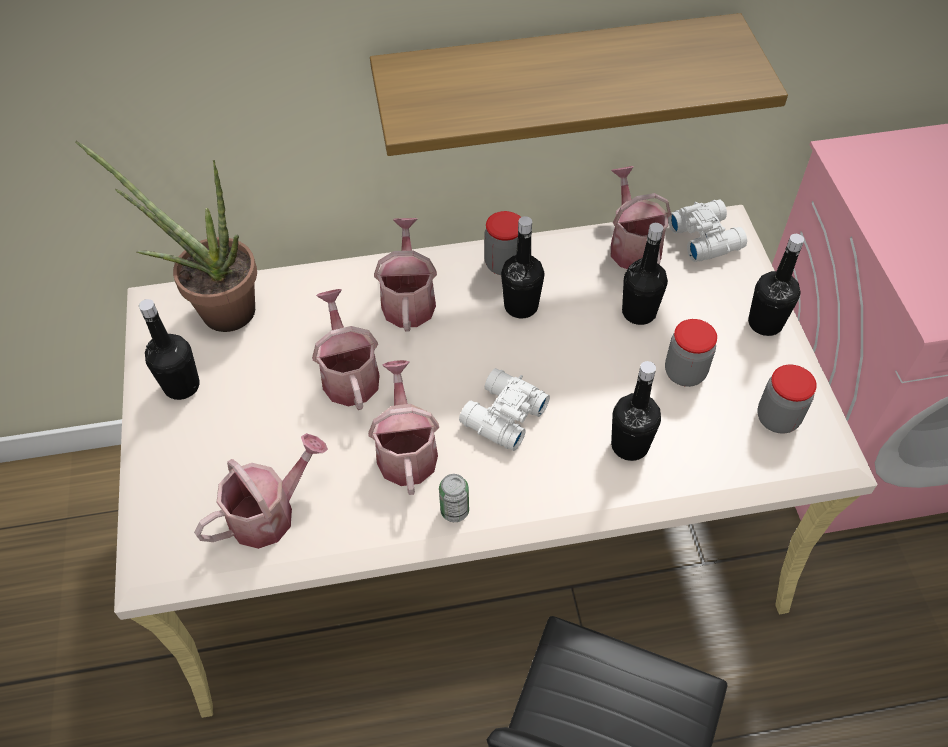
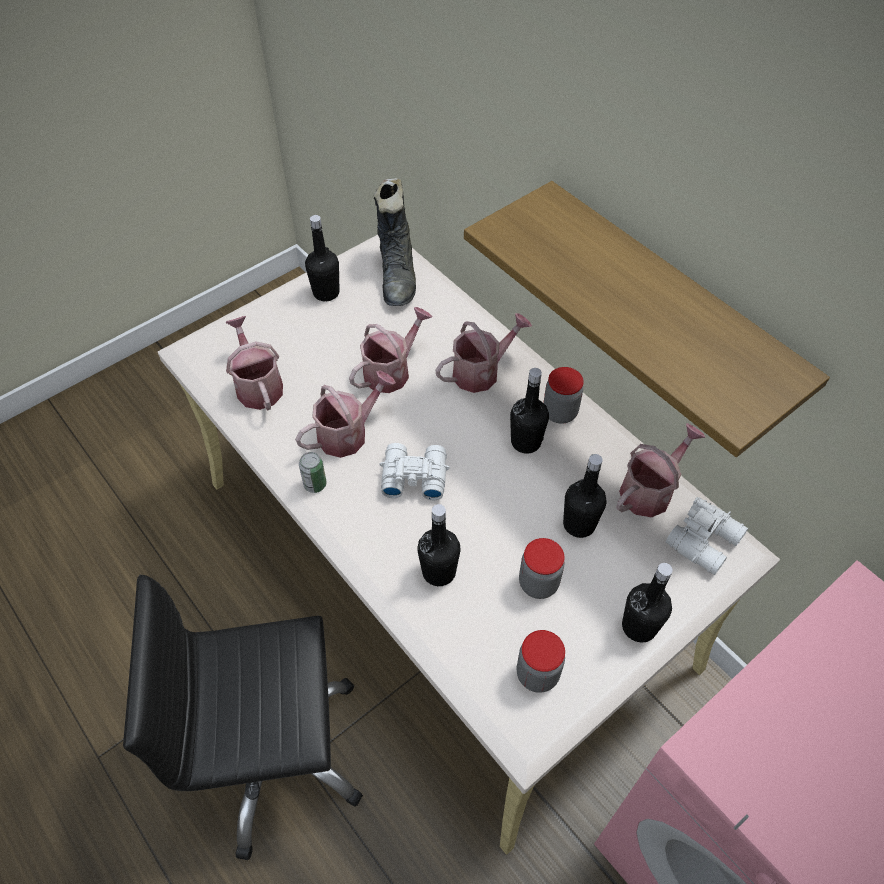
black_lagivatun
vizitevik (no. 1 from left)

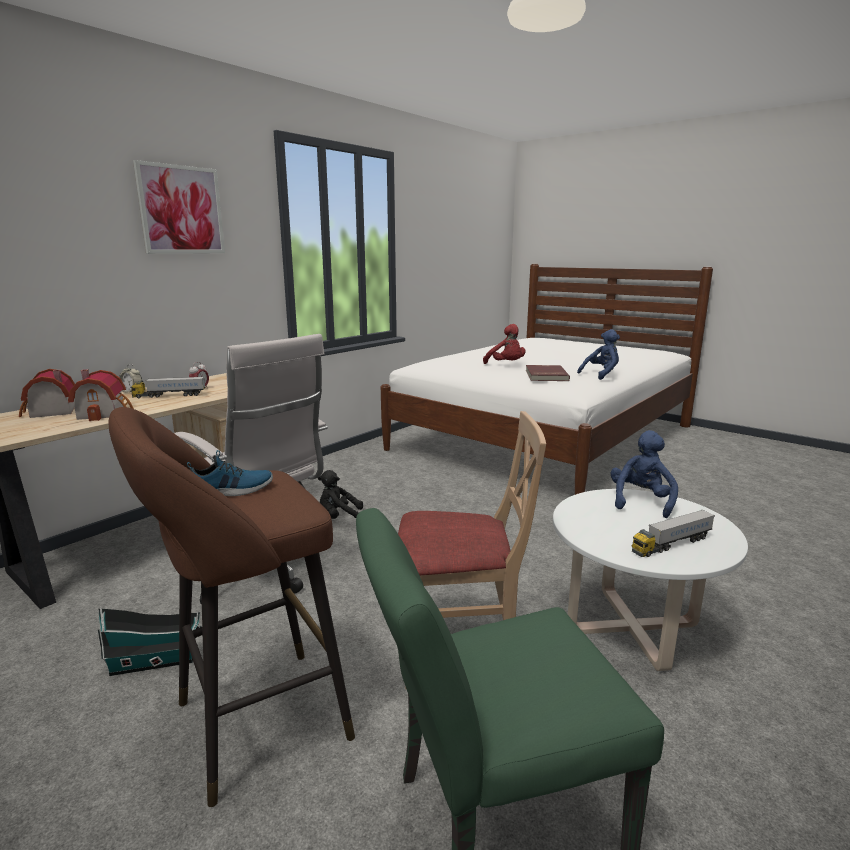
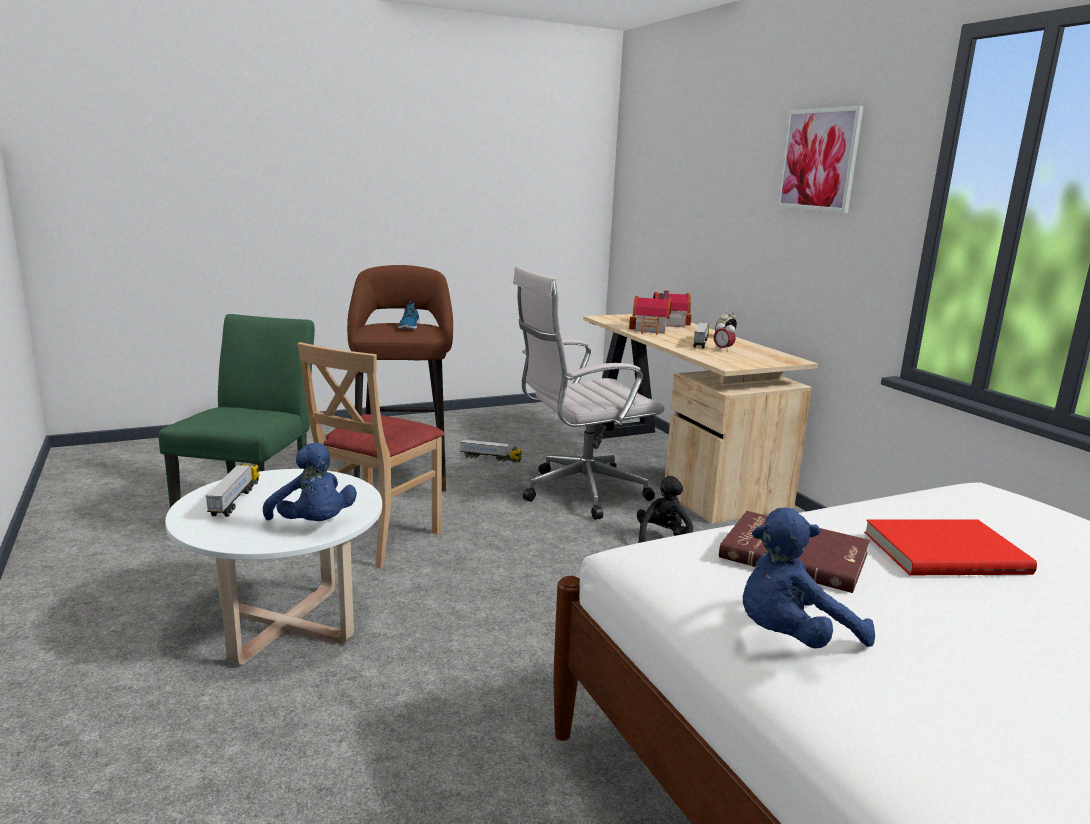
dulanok (no. 2 from left)
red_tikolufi (no. 2 from left)
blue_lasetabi (no. 2 from left)

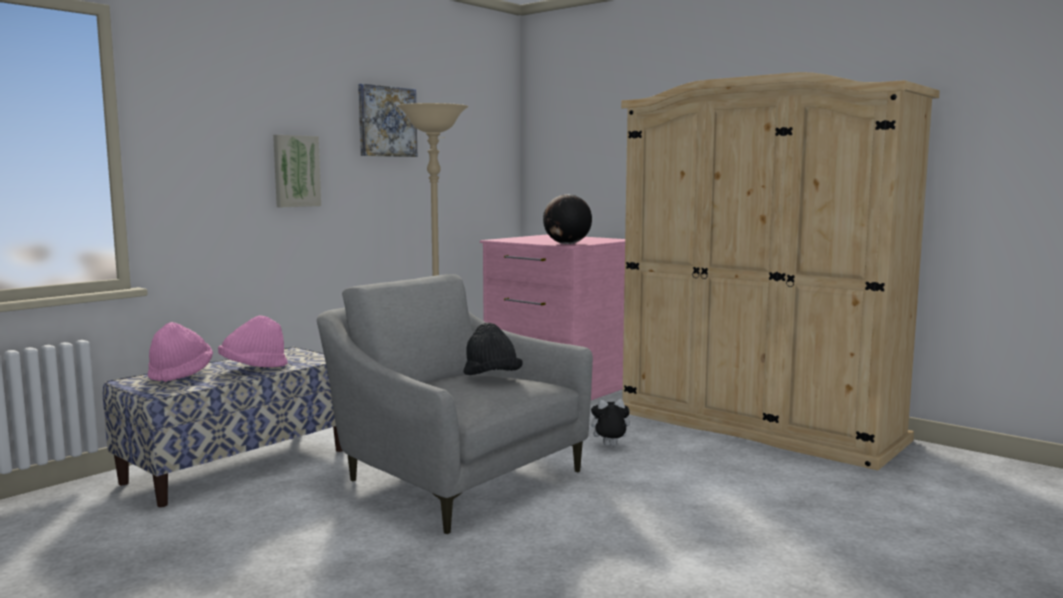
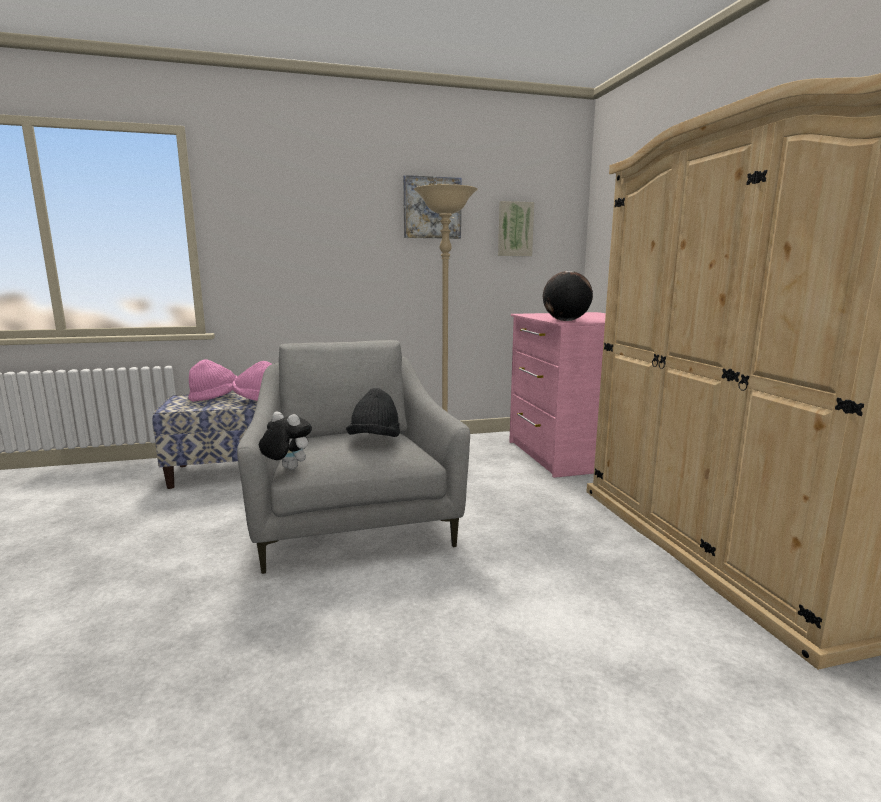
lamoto (no. 2 from left)
lasetabi

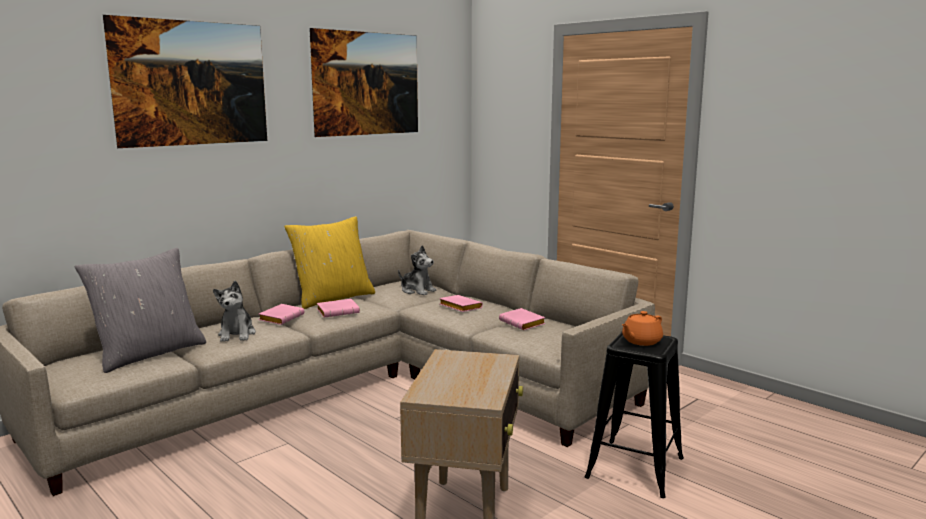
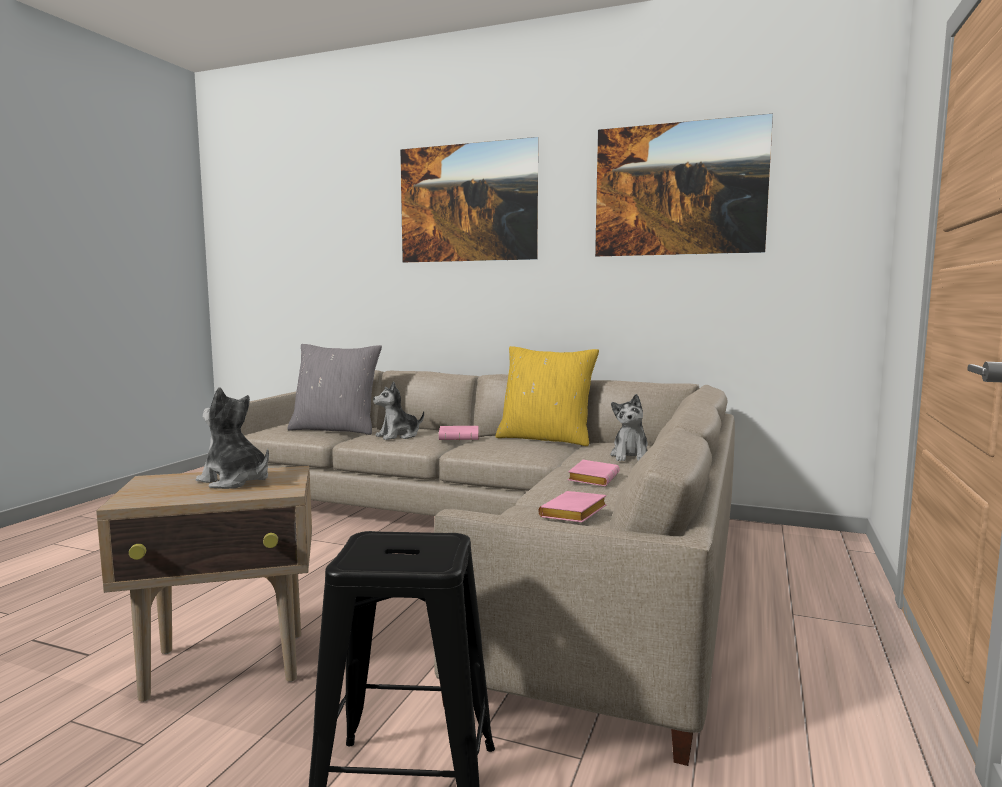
pink_tikolufi (no. 2 from left in the first image)
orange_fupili
lasetabi (no. 1 from left)

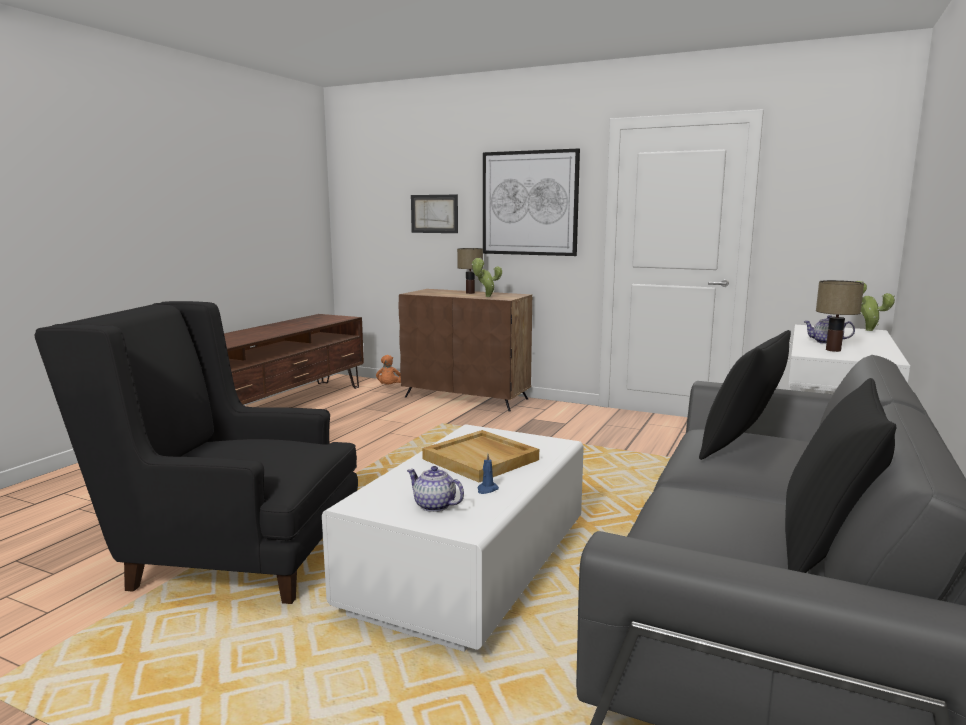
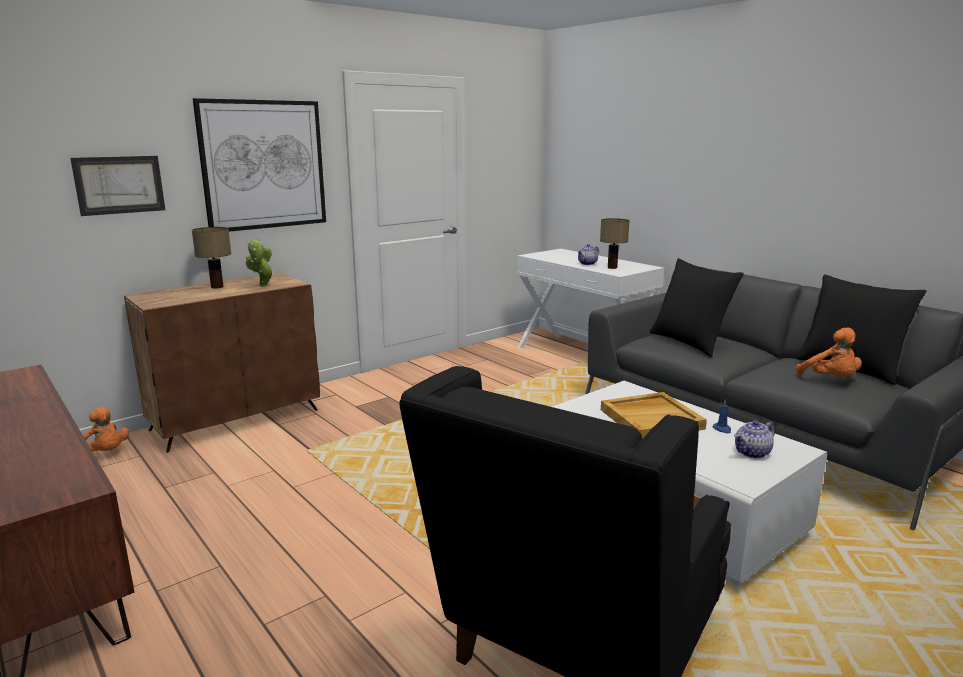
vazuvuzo (no. 2 from left in the first image)
orange_lasetabi (no. 2 from left)

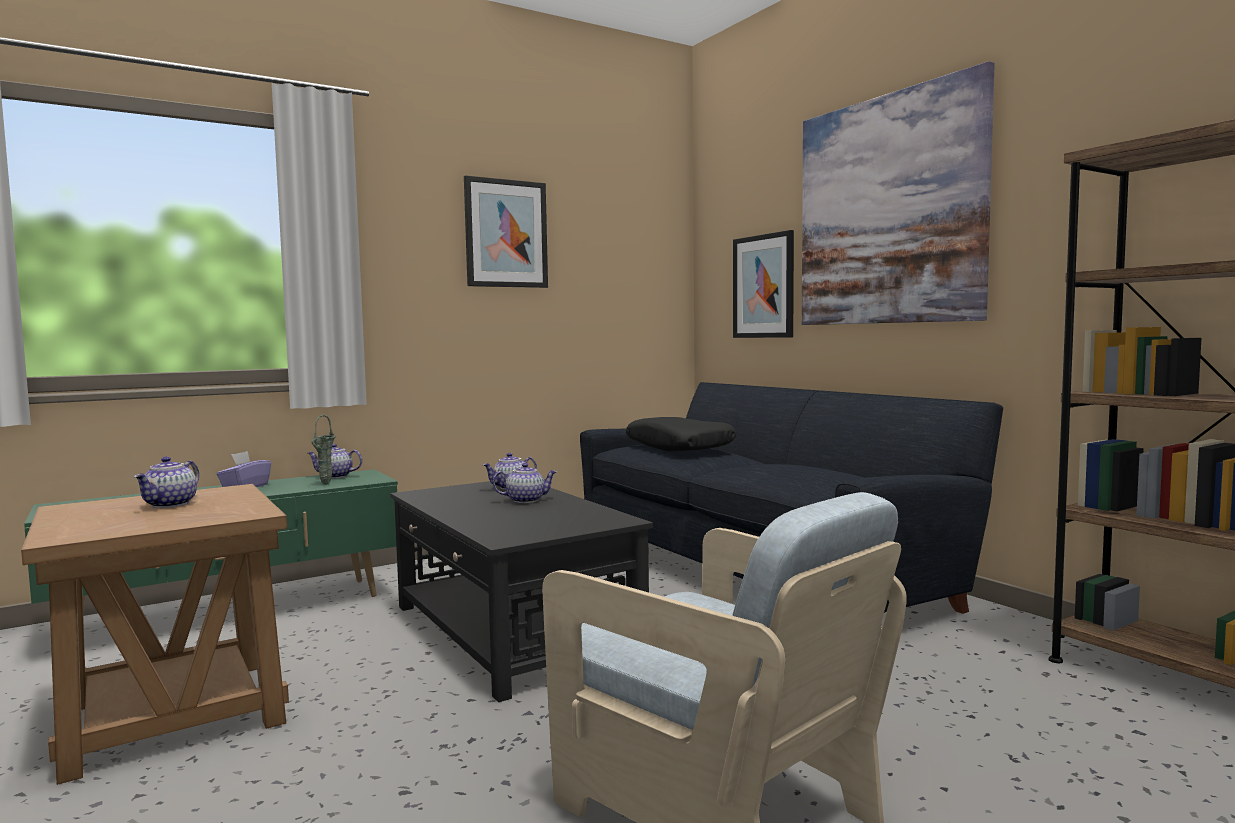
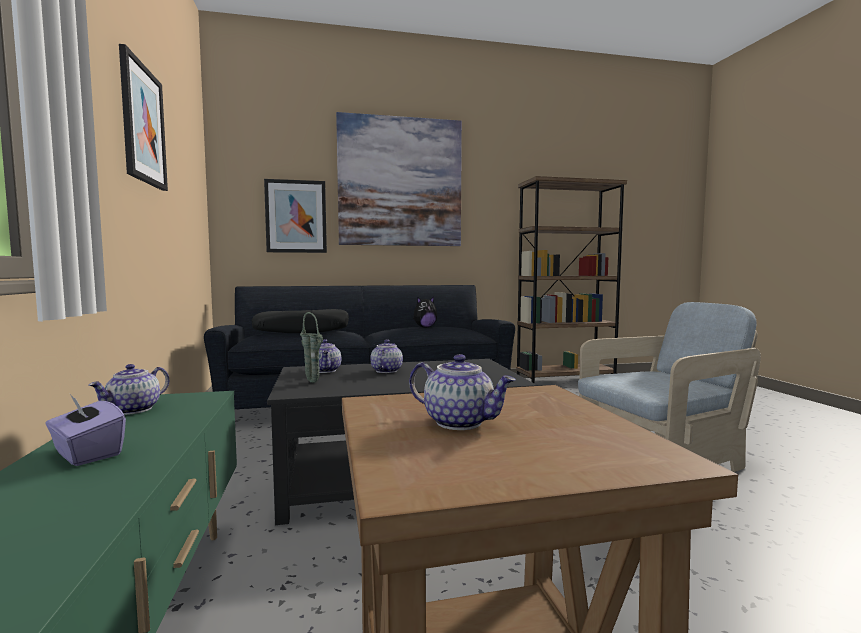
lasetabi
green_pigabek

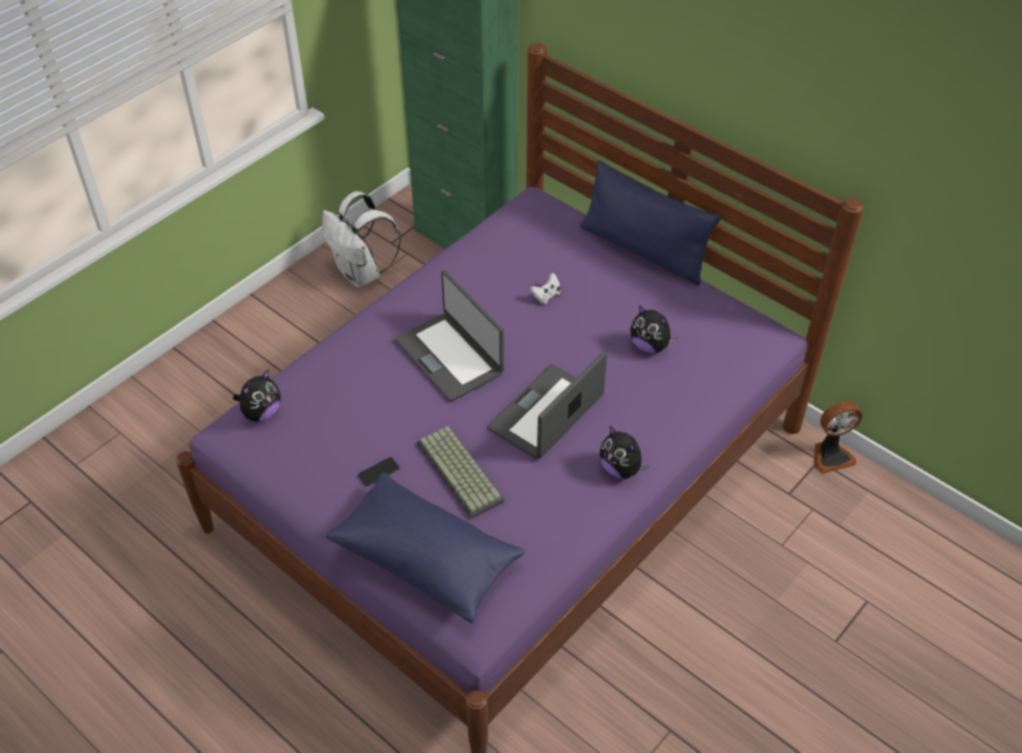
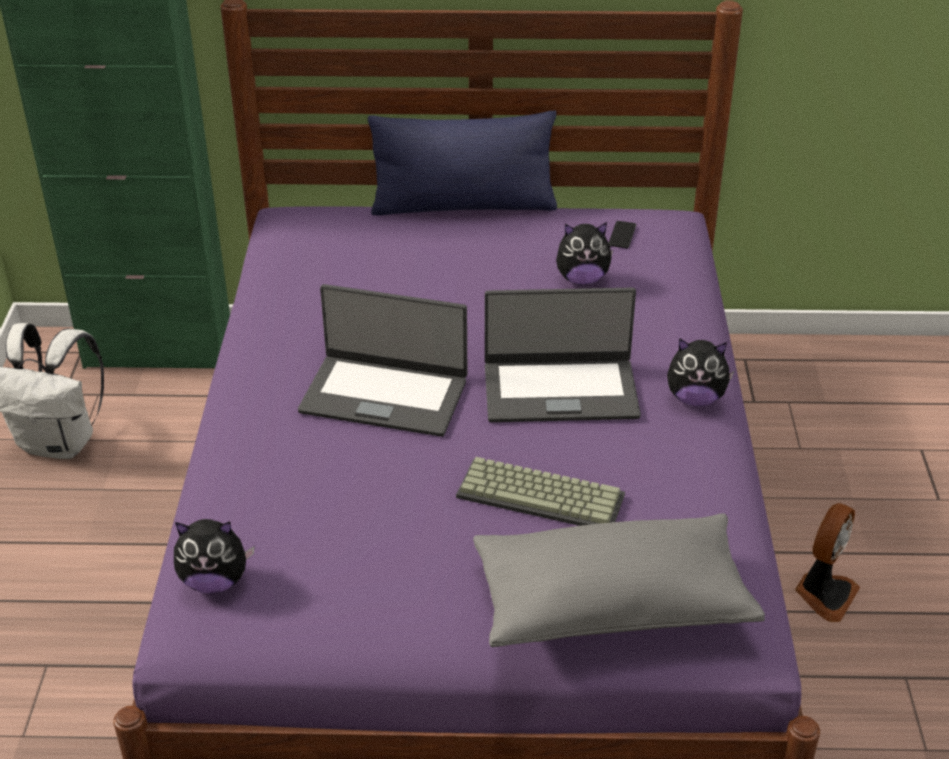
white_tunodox
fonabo
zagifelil
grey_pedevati
lasetabi (no. 1 from left)
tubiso (no. 2 from left)

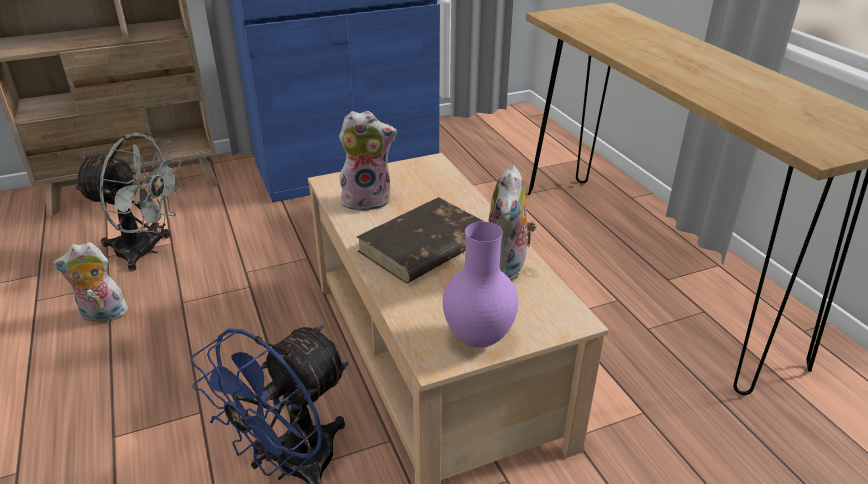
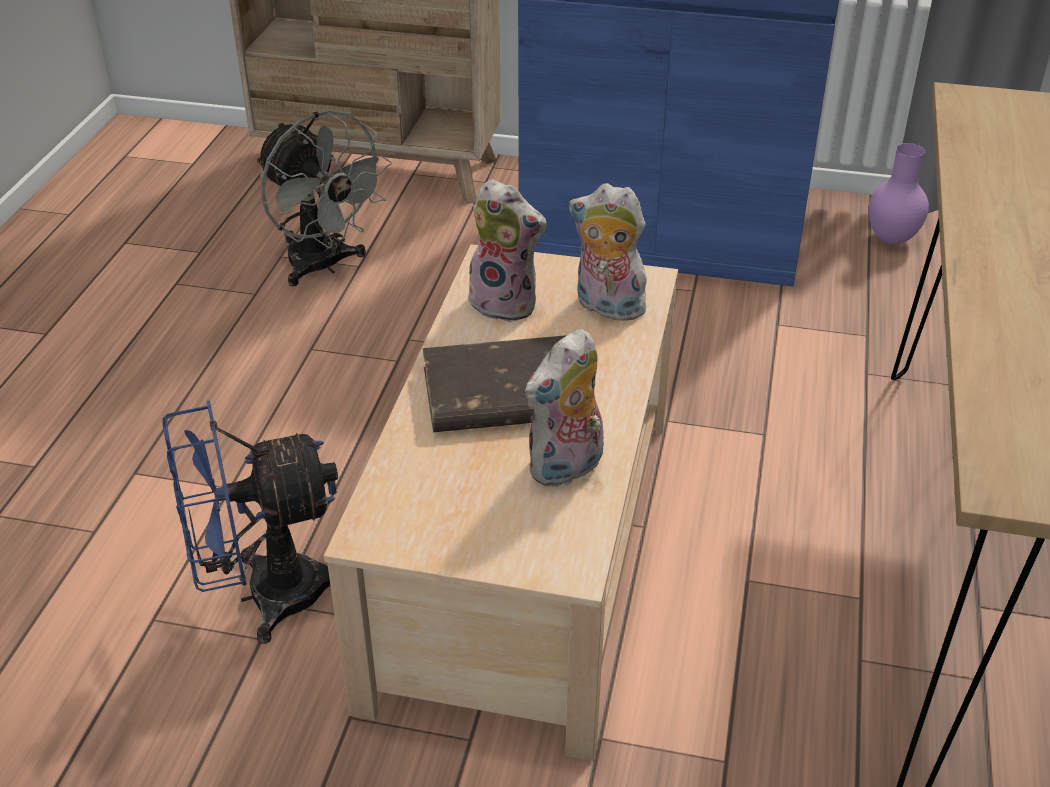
lasetabi (no. 3 from left)
purple_pigabek

